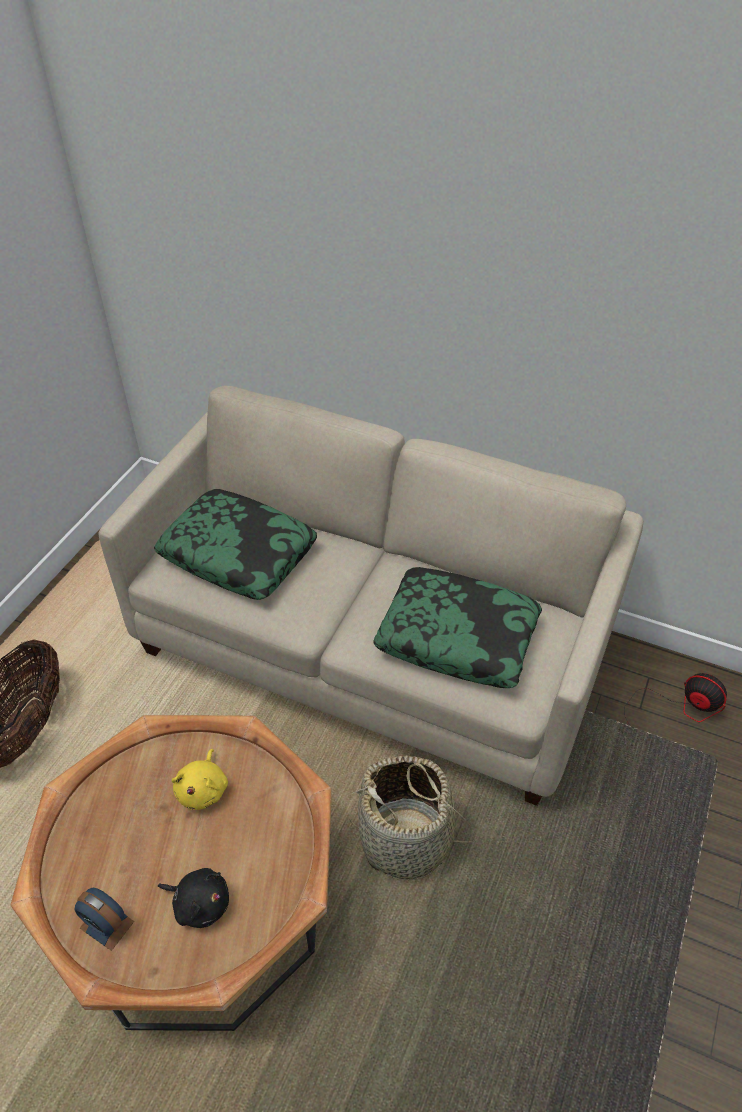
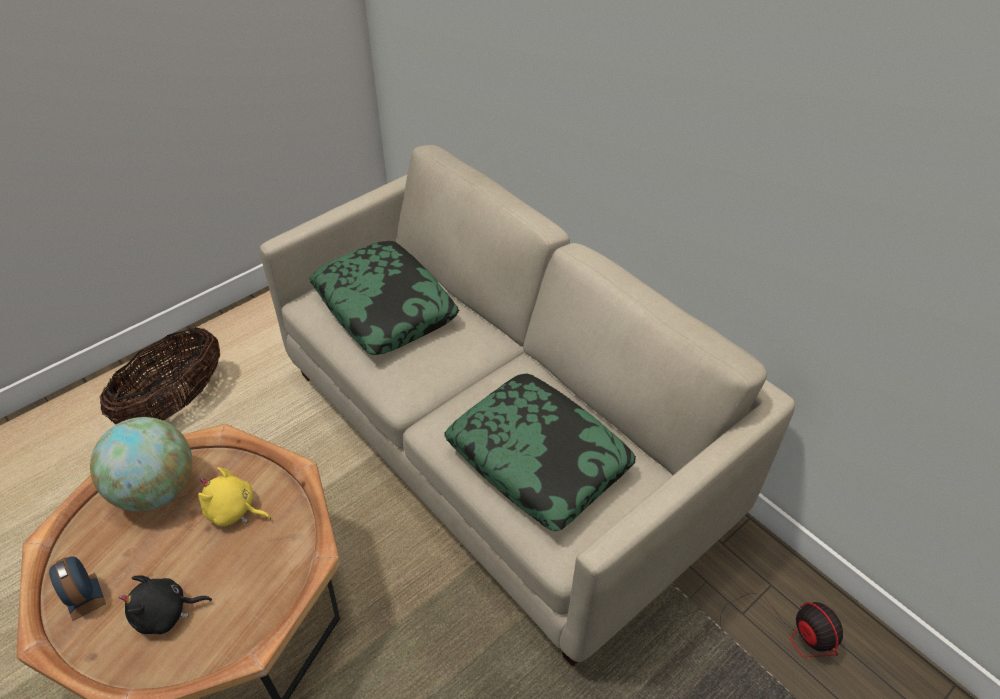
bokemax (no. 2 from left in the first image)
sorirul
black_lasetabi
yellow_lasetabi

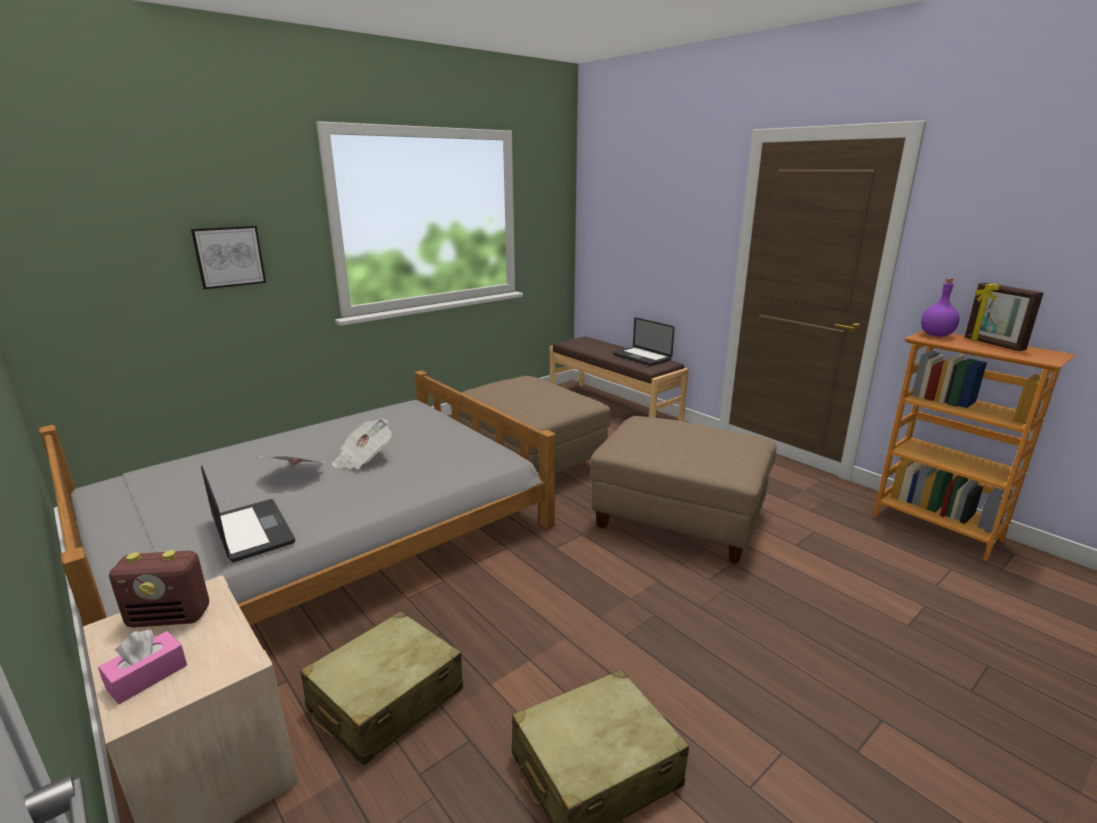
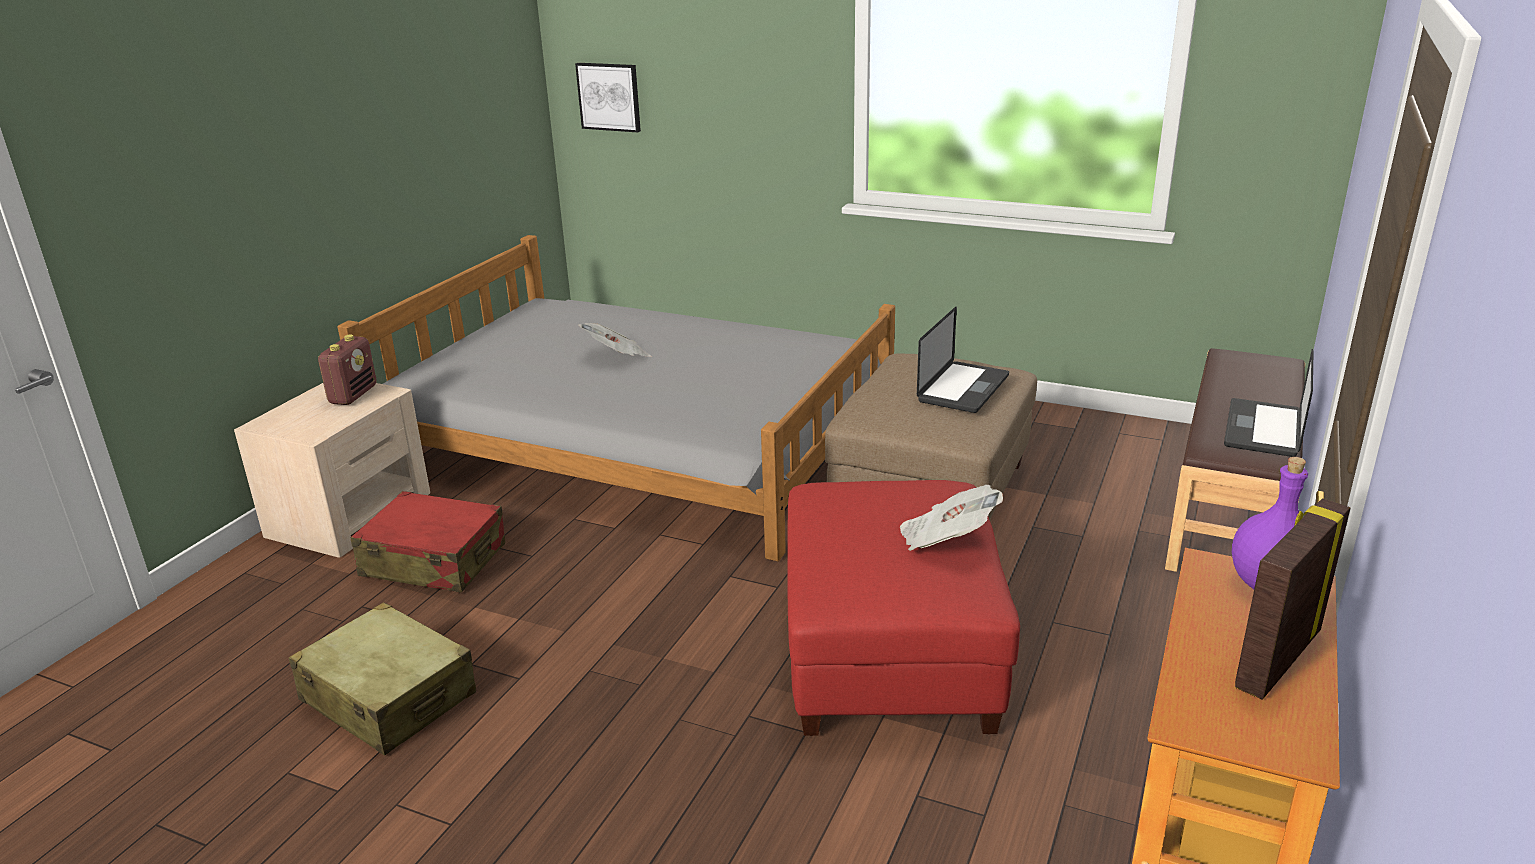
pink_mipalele
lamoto
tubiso (no. 1 from left)
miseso (no. 2 from left)
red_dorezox
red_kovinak
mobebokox

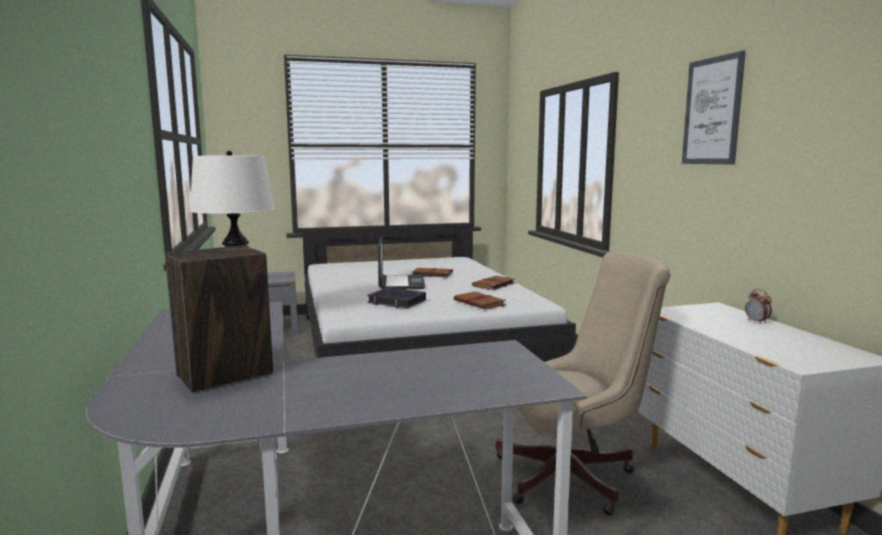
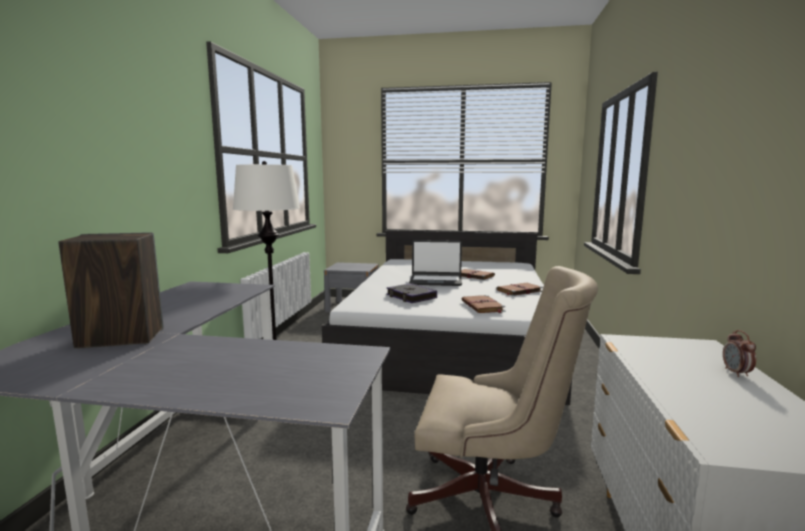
lamoto
tubiso

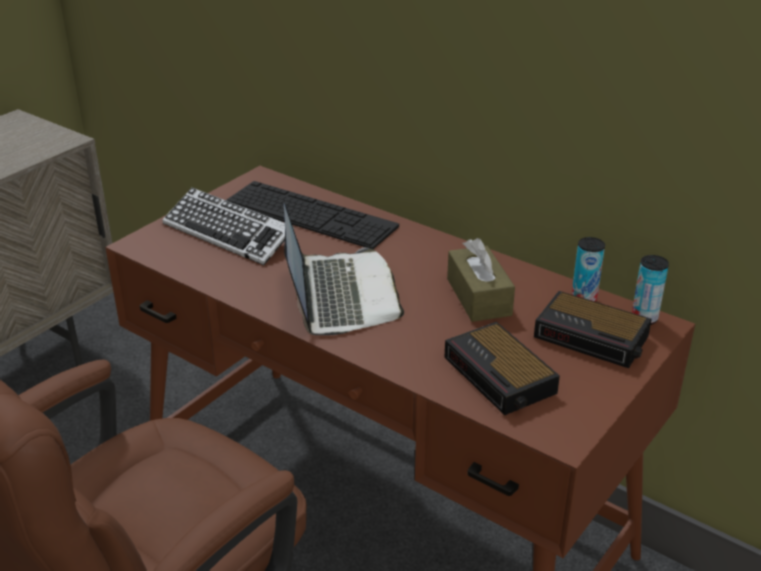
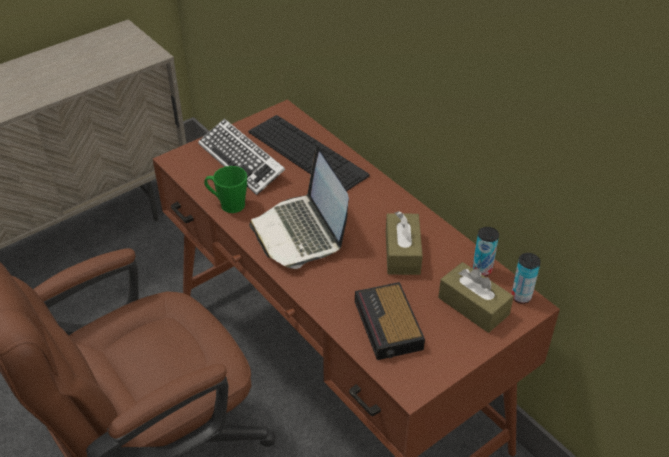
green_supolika
brown_mipalele (no. 2 from left)
tubiso

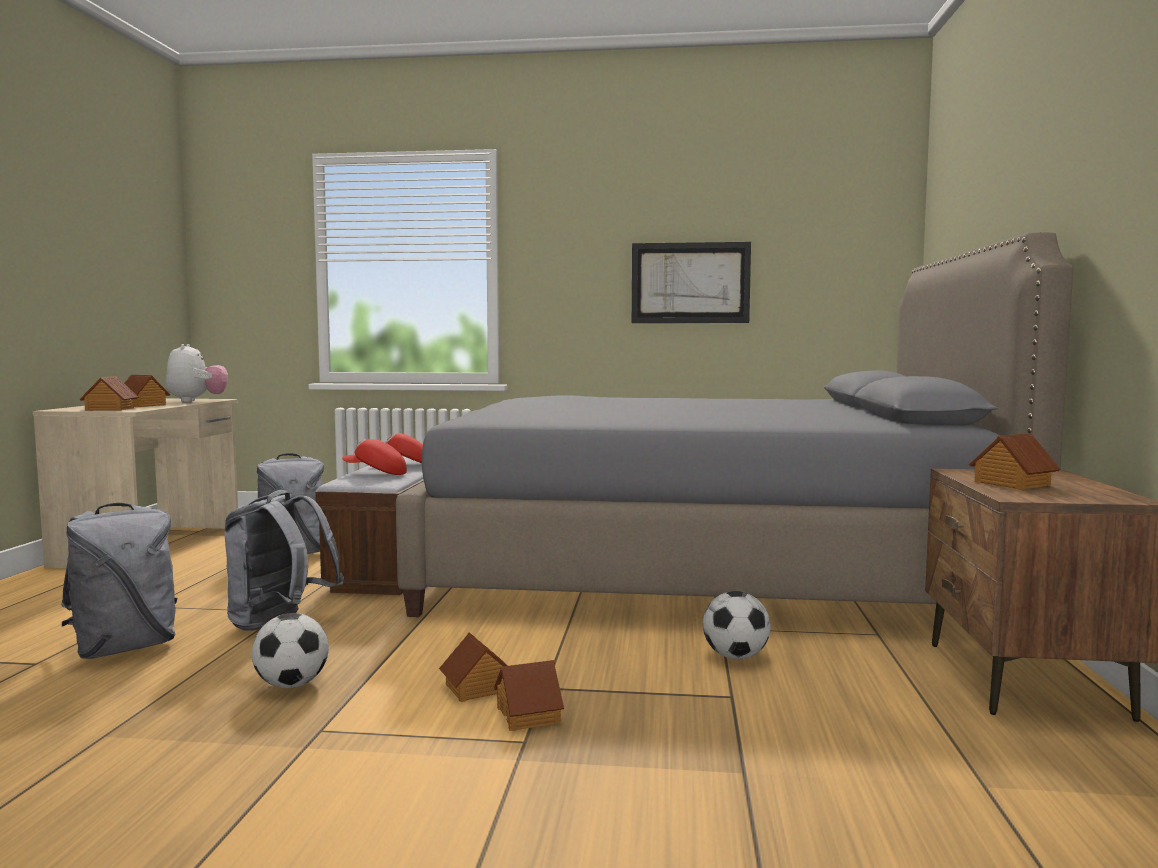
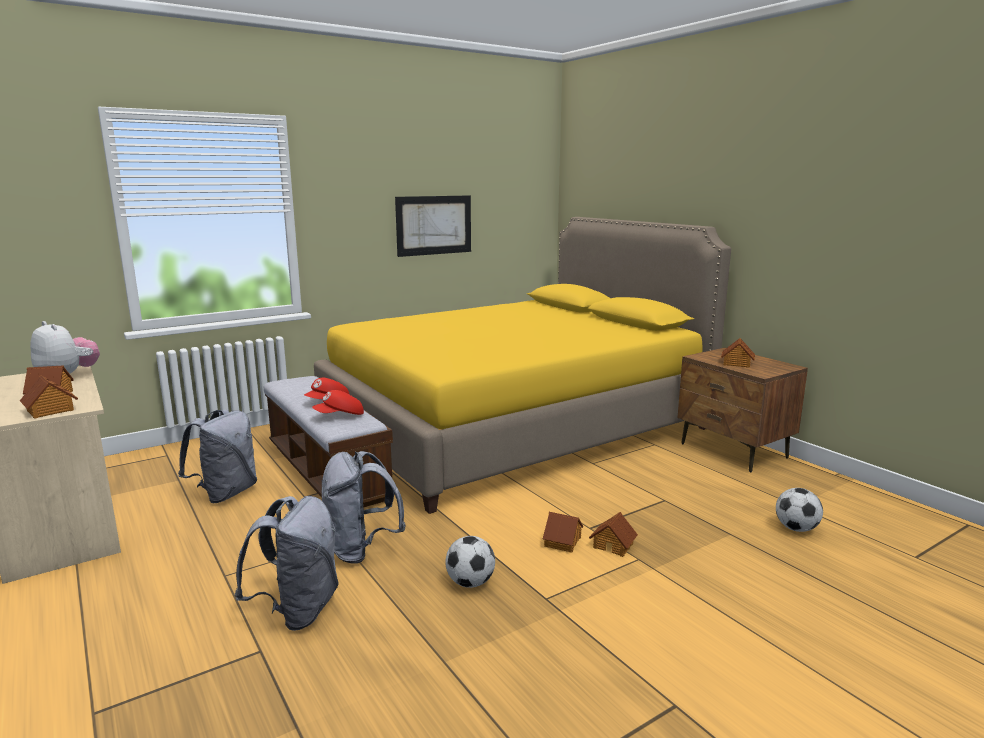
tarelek (no. 2 from left)
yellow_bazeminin

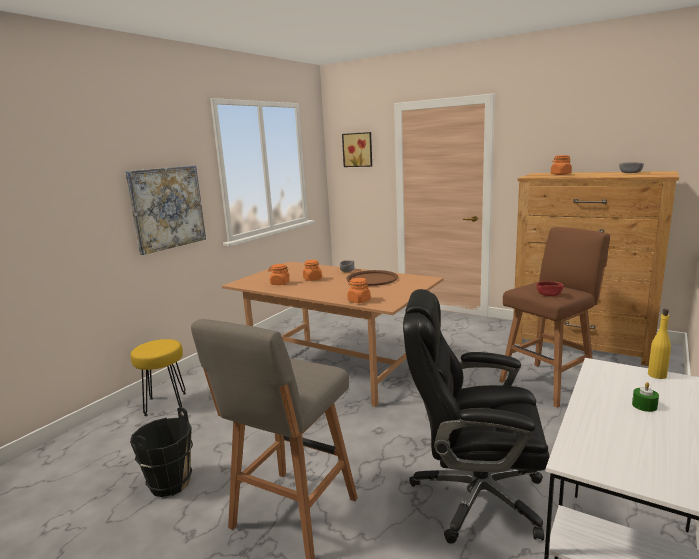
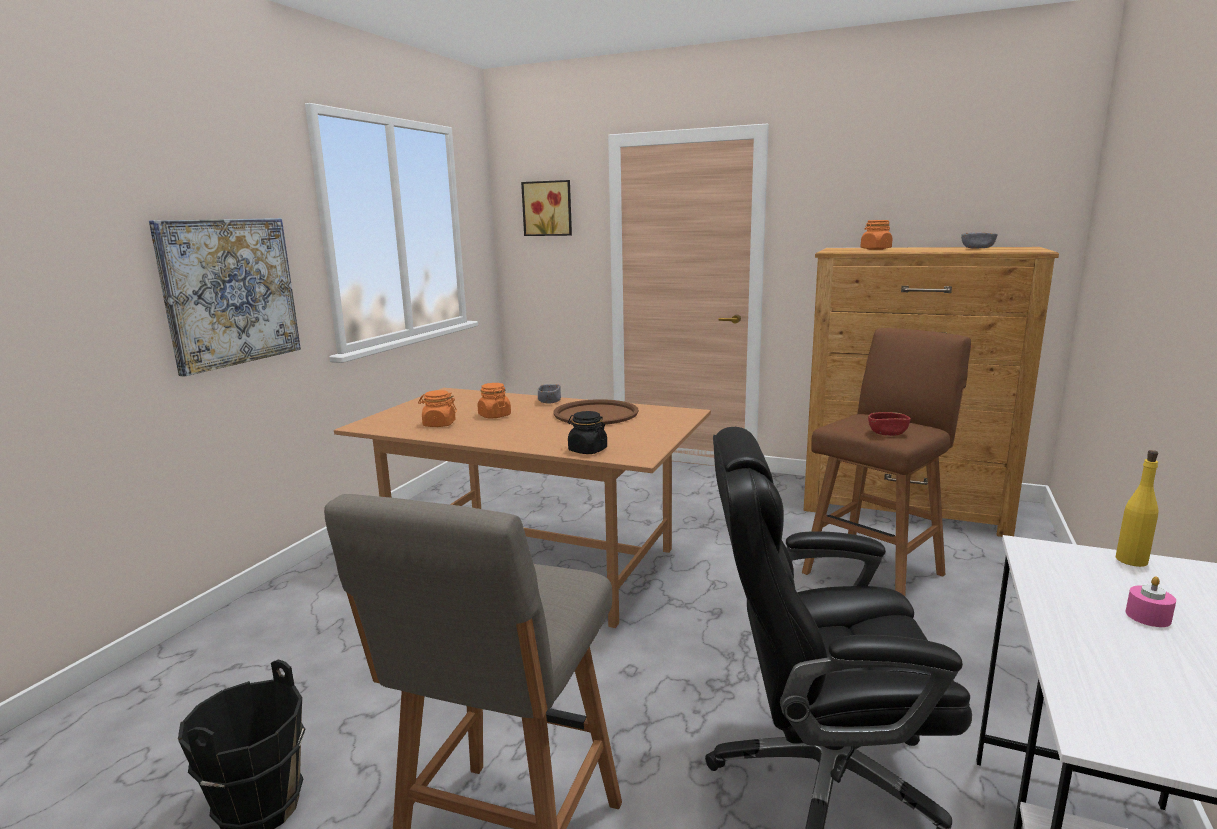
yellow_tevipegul
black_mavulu
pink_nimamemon

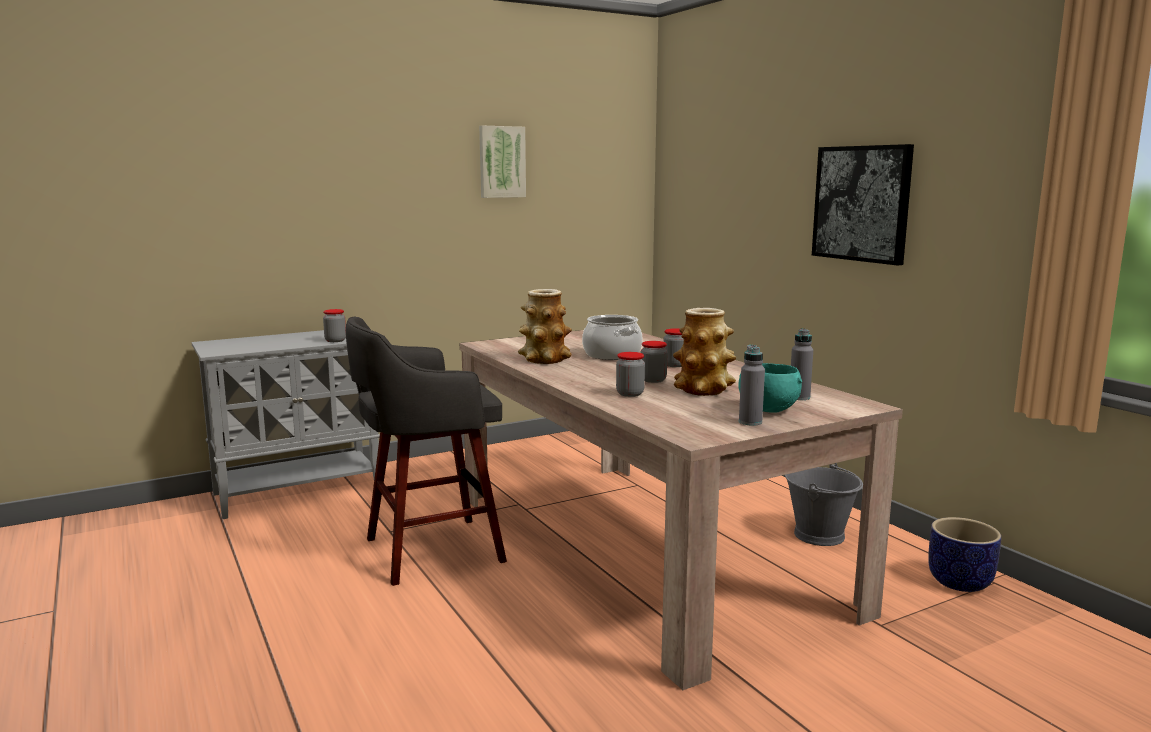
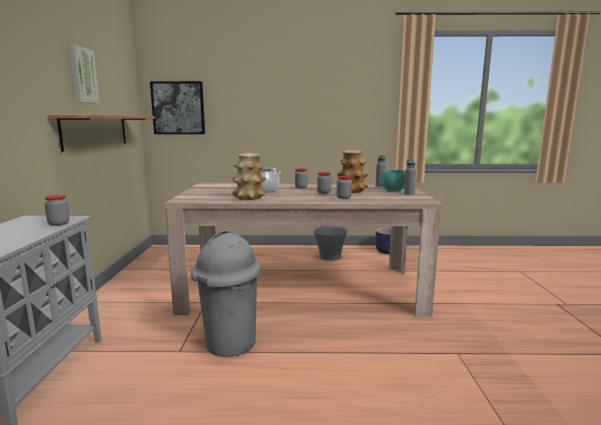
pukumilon
lamoto (no. 2 from left)
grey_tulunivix

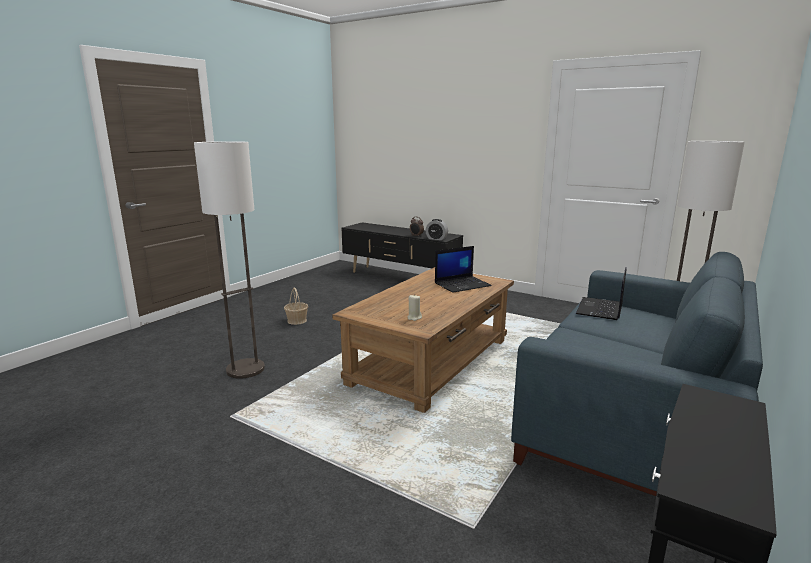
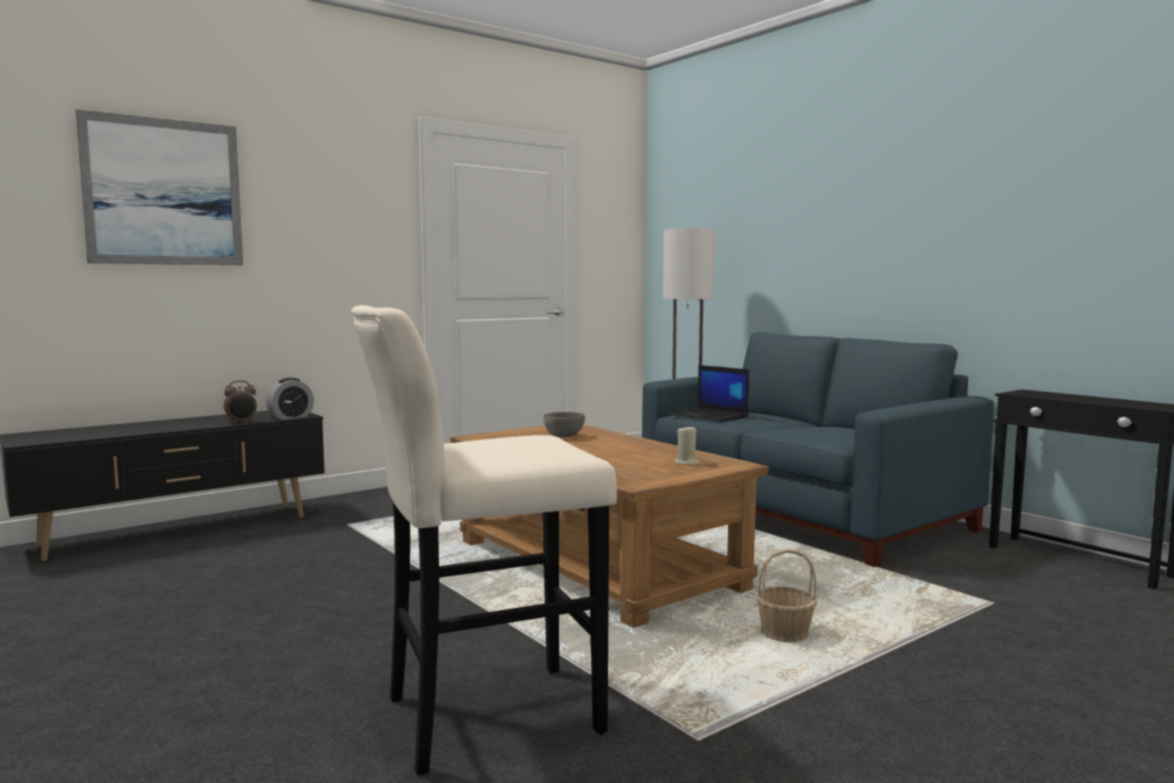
lamoto
bokemax
beige_tevipegul
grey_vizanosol

